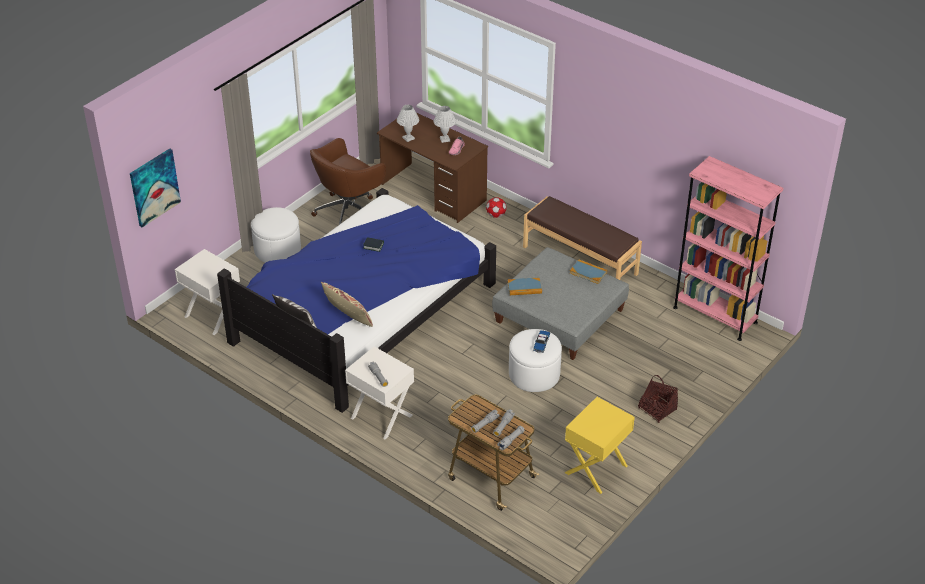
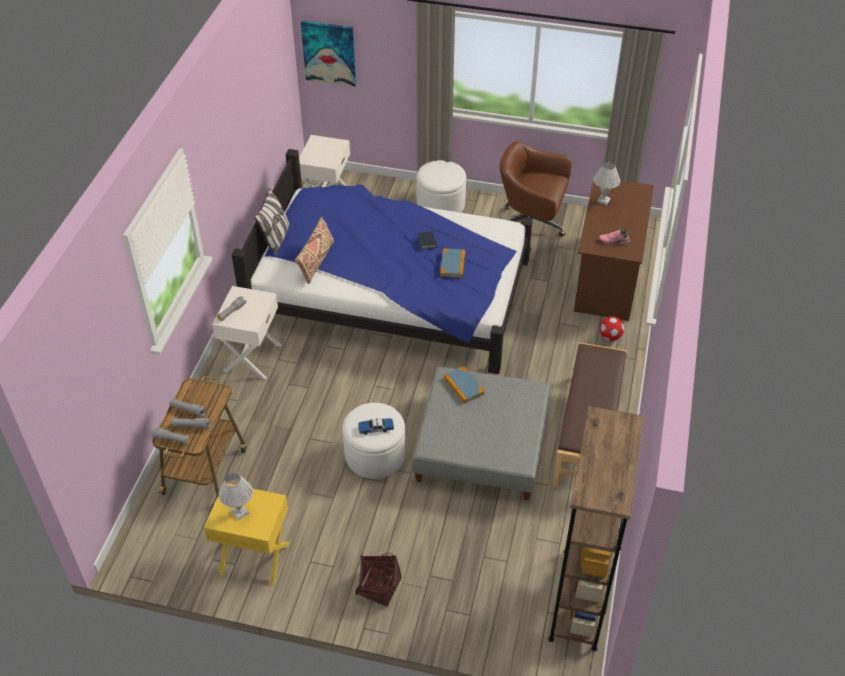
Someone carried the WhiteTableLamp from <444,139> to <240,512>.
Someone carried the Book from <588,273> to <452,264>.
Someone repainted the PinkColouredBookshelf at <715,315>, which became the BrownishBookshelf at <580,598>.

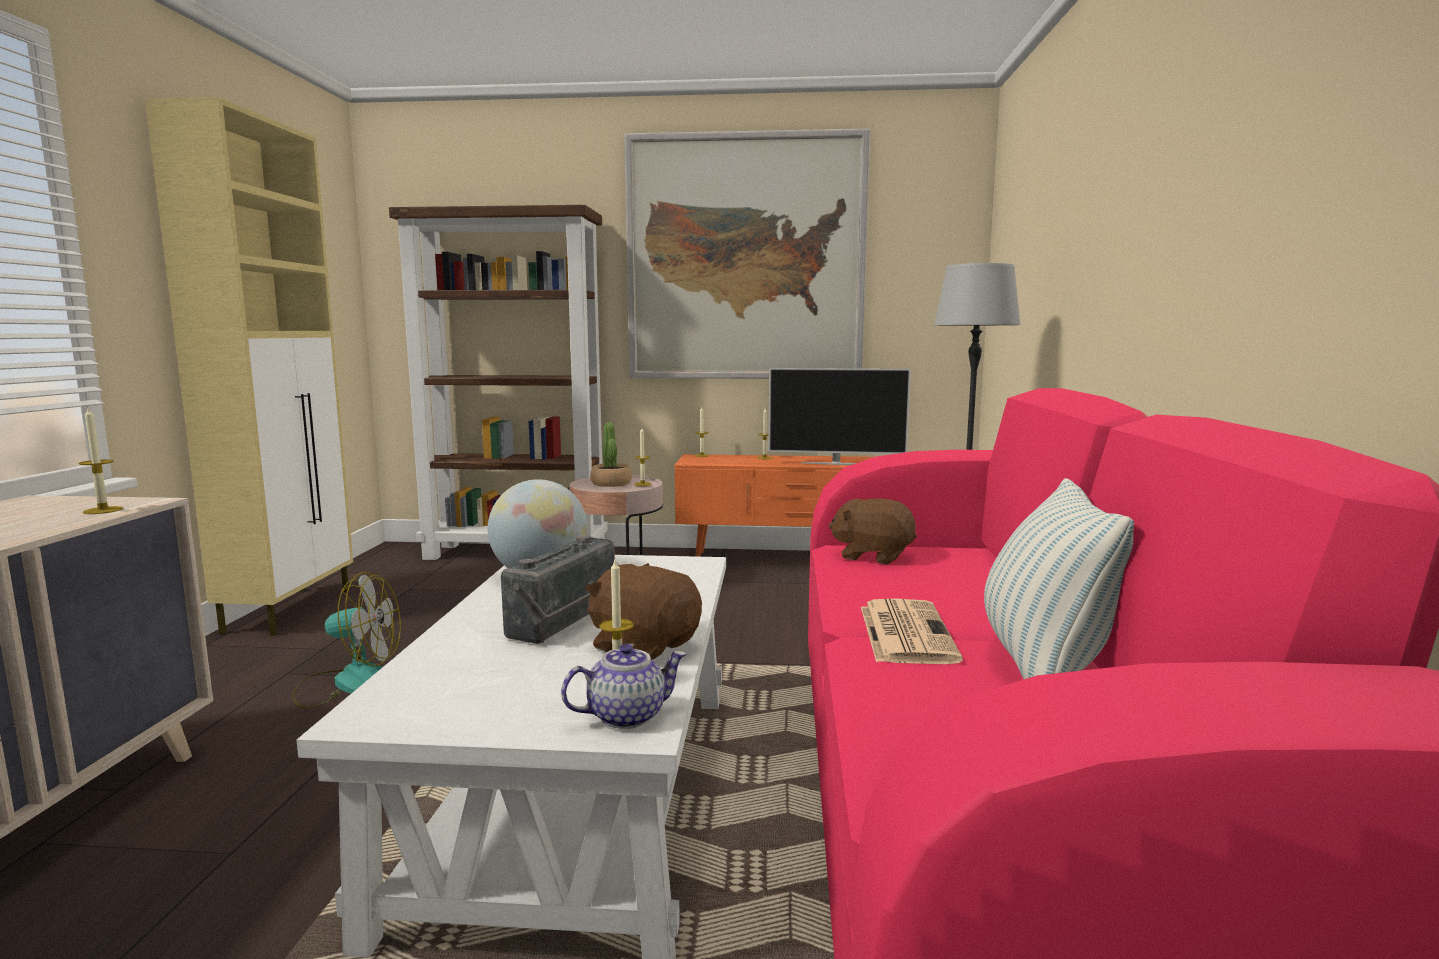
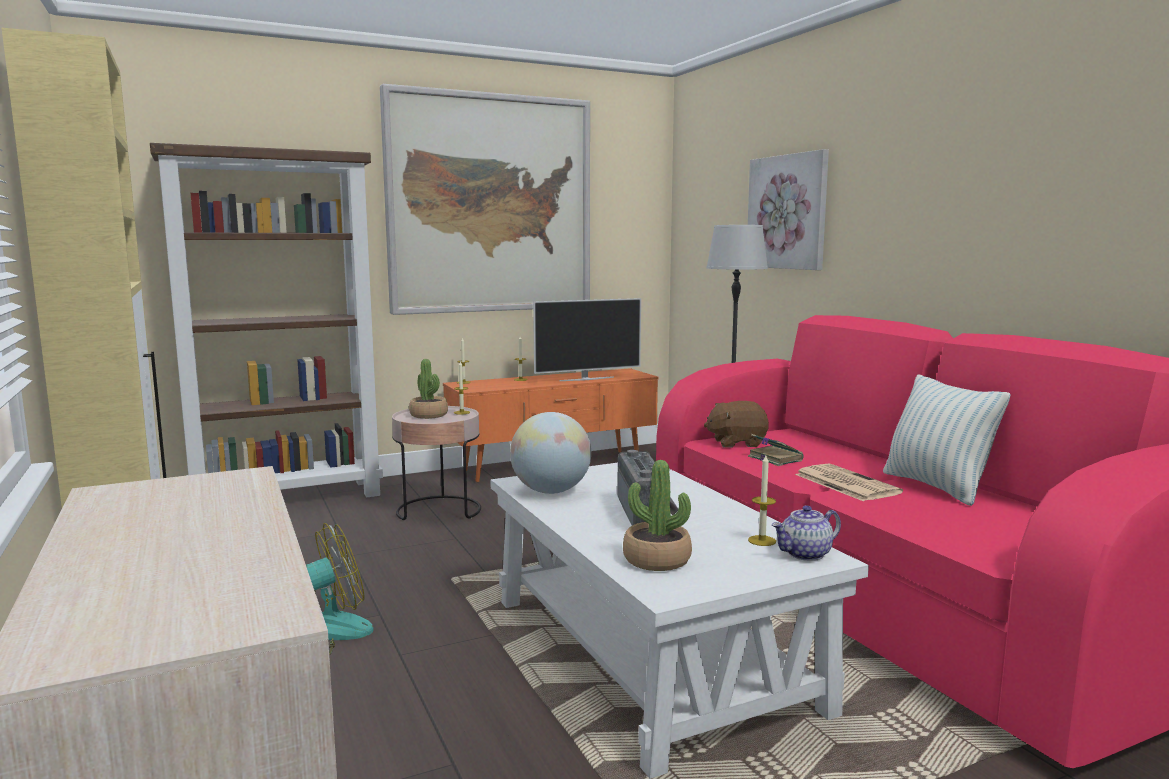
Someone put down the PlantInAPot at <656,560>.
Someone put up the WallArt at <788,212>.
Someone put down the Book at <774,458>.
Someone rotated the TeaPot at <627,715> by 150 degrees counterclockwise.
Someone took away the WaxLight at <103,510>.
Someone took away the BrownishPlushToy at <644,646>.

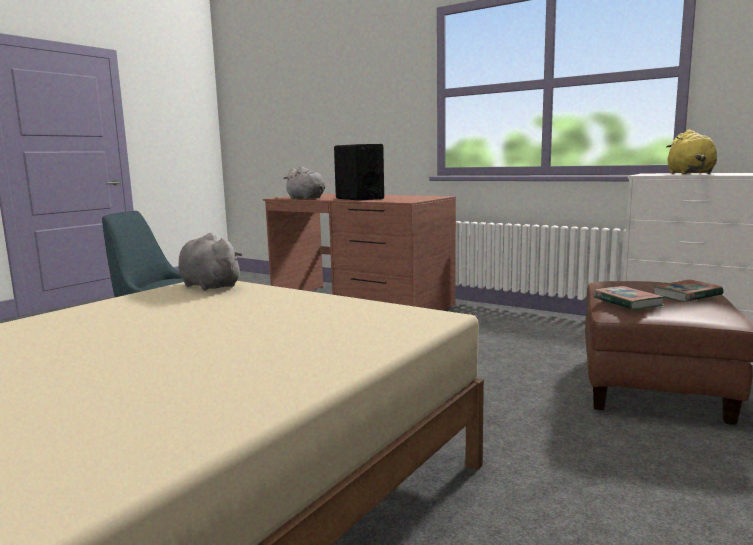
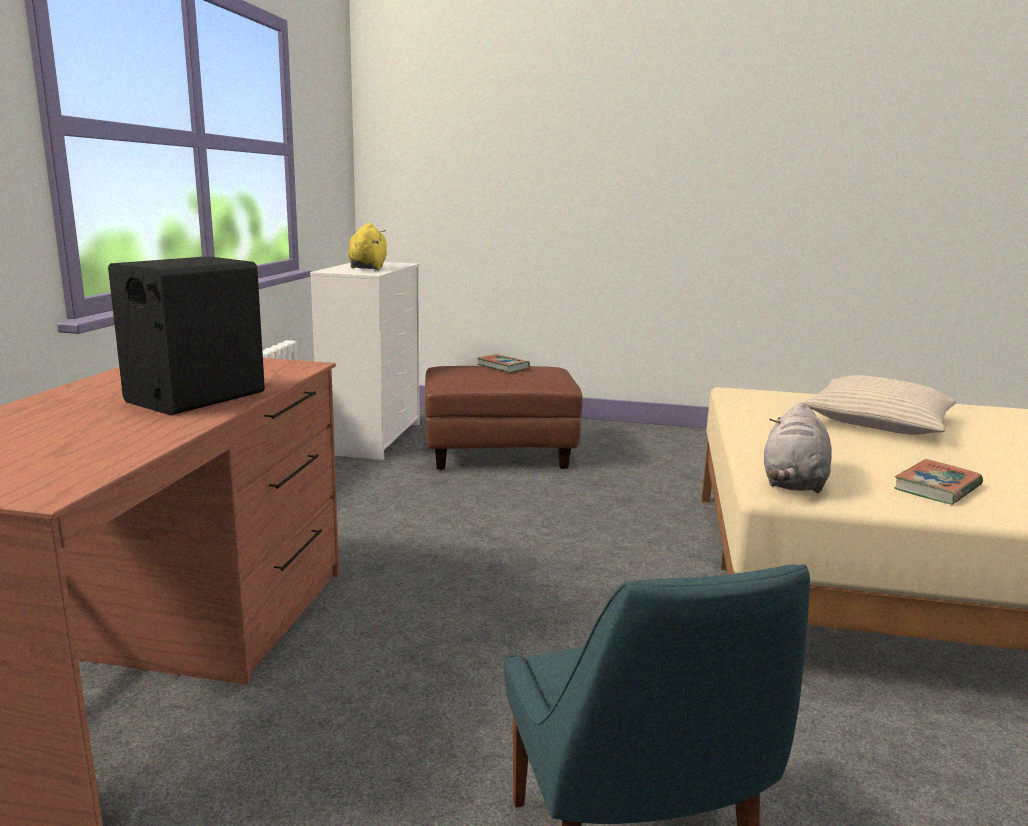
Someone rotated the YellowishPlushToy at <690,174> by 75 degrees counterclockwise.
Someone put down the BeigeColouredPillow at <878,422>.
Someone carried the Book from <627,302> to <937,488>.
Someone took away the GreyPlushToy at <307,198>.

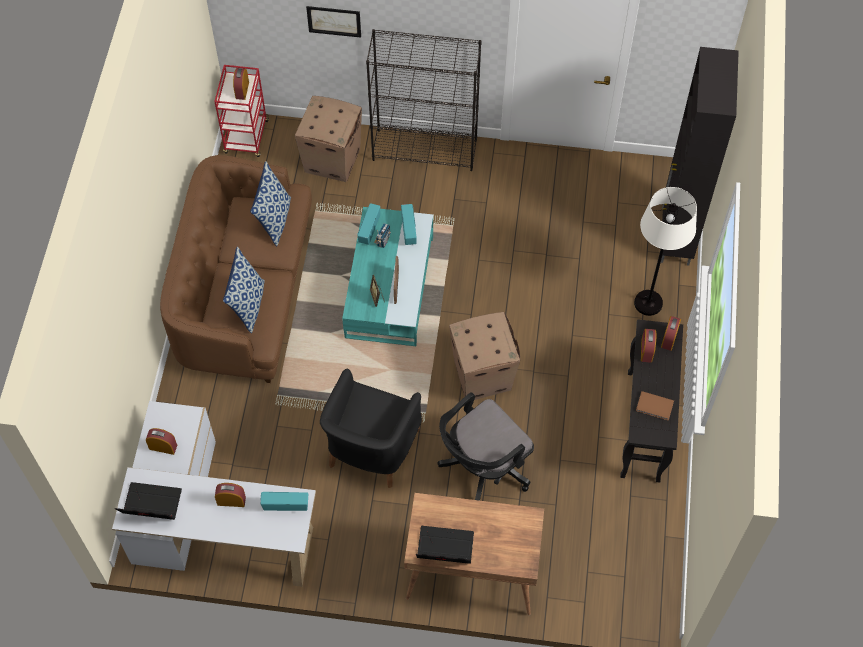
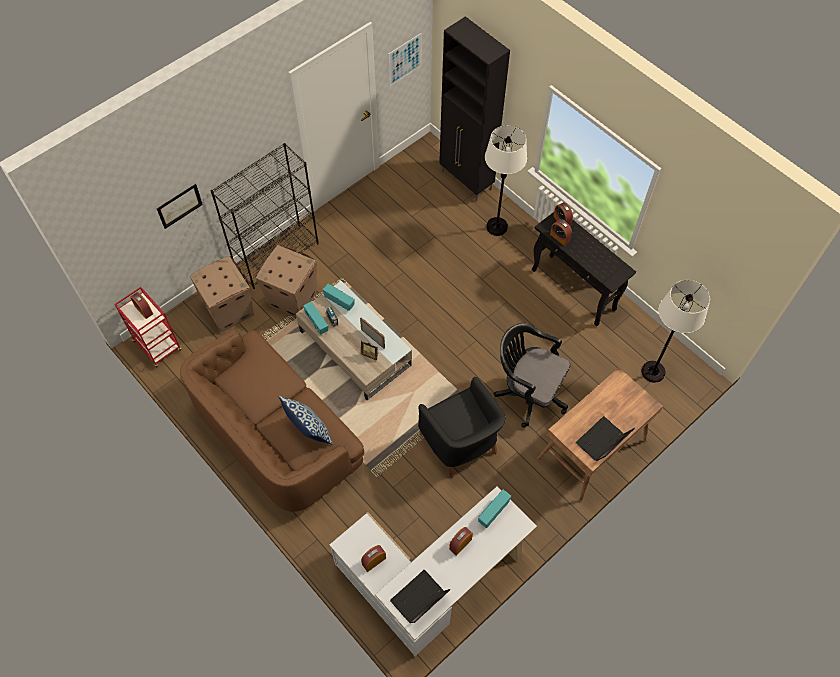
Someone carried the Carton from <482,375> to <292,298>.
Someone repainted the BlueGreenLowTable at <389,287>, which became the BeigeColouredLowTable at <355,348>.
Someone put up the WallArt at <405,59>.
Someone rotated the BlackishComputerChair at <482,468> by 120 degrees clockwise.
Someone put down the WhiteStandingLamp at <653,372>.
Someone took away the Pillow at <274,220>.
Someone took away the BrownishBook at <655,407>.

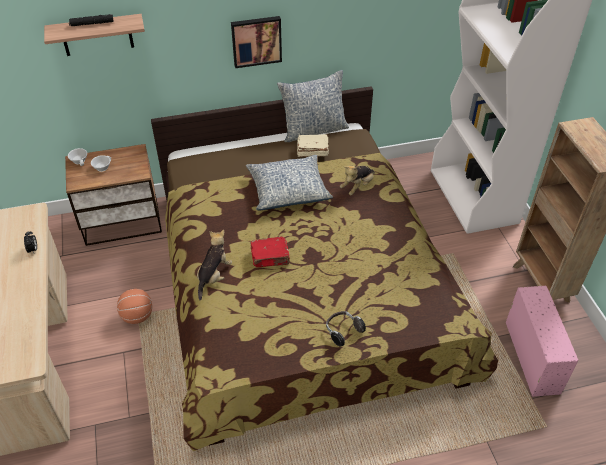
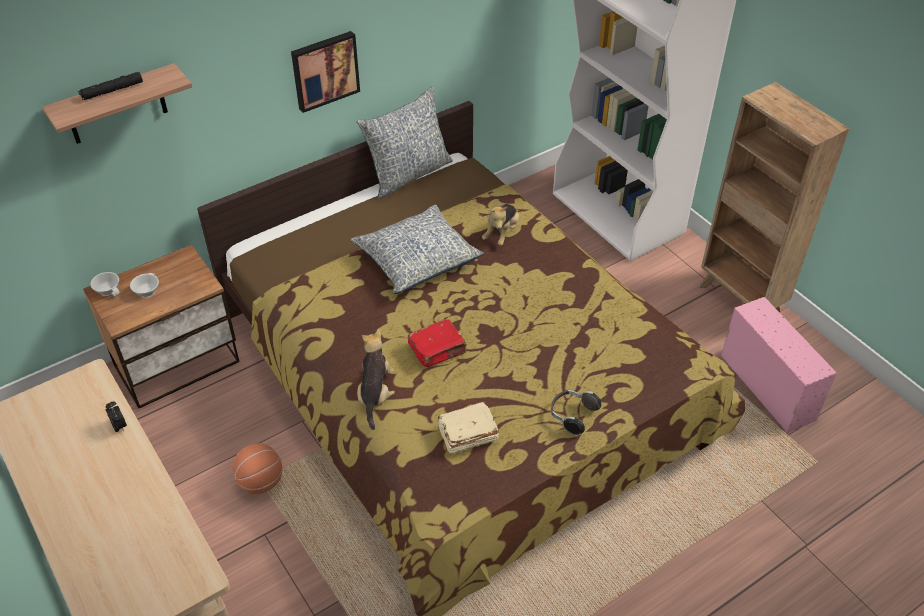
Someone carried the BeigeColouredBook from <312,150> to <467,434>.

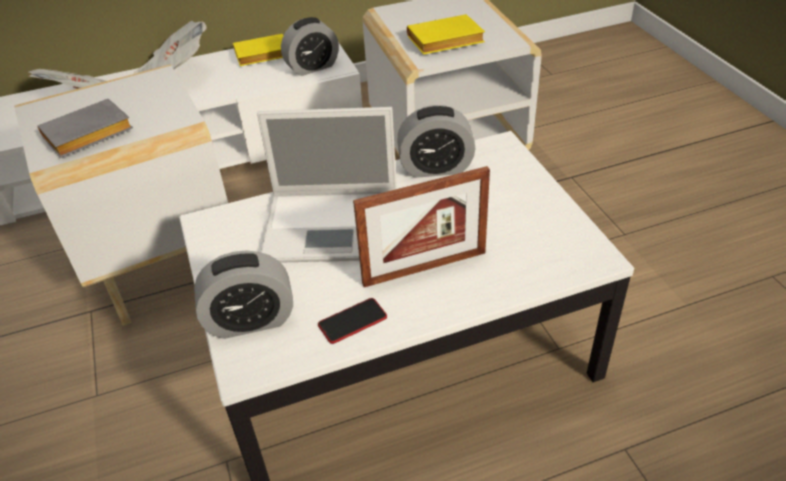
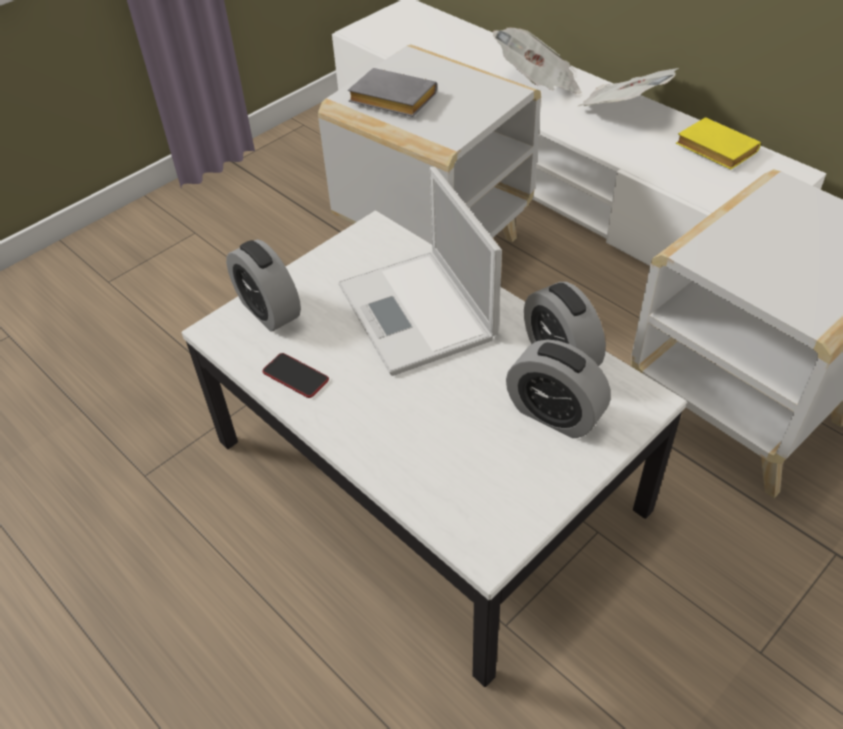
Someone carried the BedsideClock from <312,67> to <554,414>.
Someone took away the PhotoFrame at <424,268>.
Someone took away the YellowishBook at <444,42>.

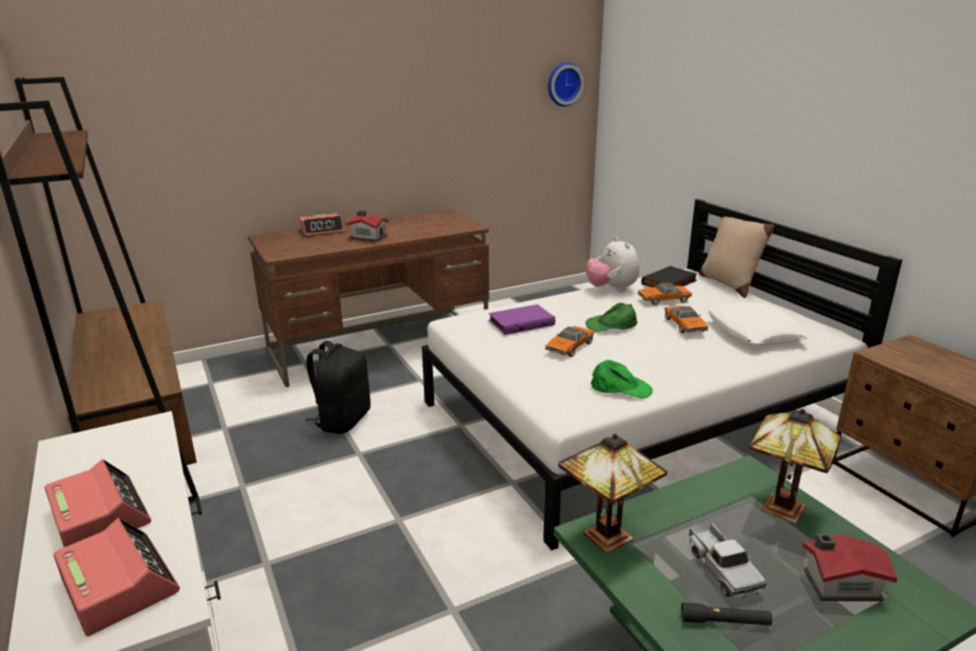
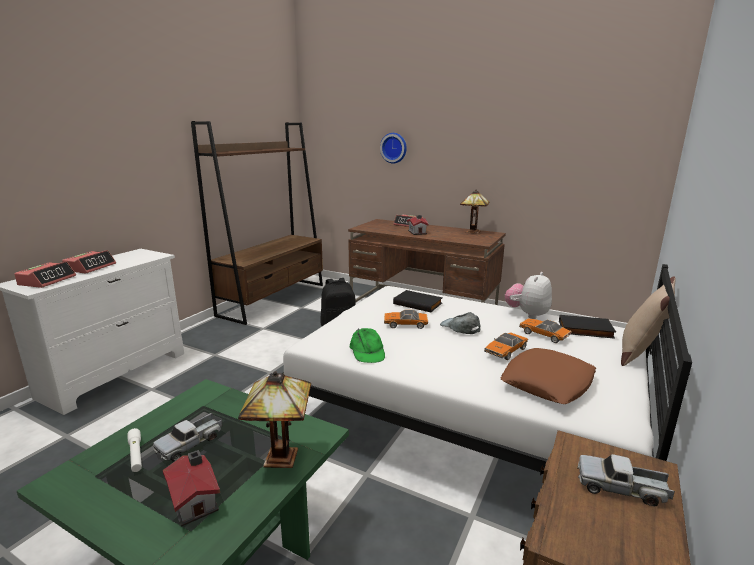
Someone repainted the BlackishHandTorch at <725,621>, which became the WhiteHandTorch at <136,454>.
Someone carried the ClockOnTheWall from <563,84> to <394,148>.
Someone repainted the PurpleColouredBook at <521,322>, which became the BlackishBook at <418,303>.
Someone repainted the GreenishBaseballCap at <611,325>, which became the GreyBaseballCap at <460,327>.
Someone carried the TableLamp from <607,539> to <471,232>.
Someone repainted the WhitePillow at <755,332>, which became the BrownishPillow at <547,382>.
Someone put down the ToyLorry at <621,488>.

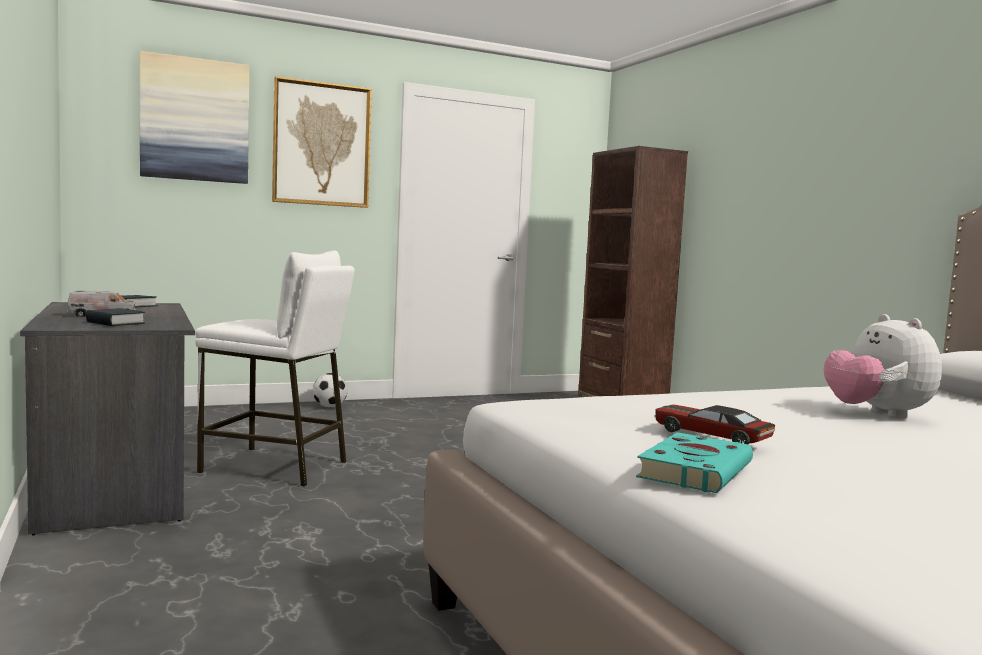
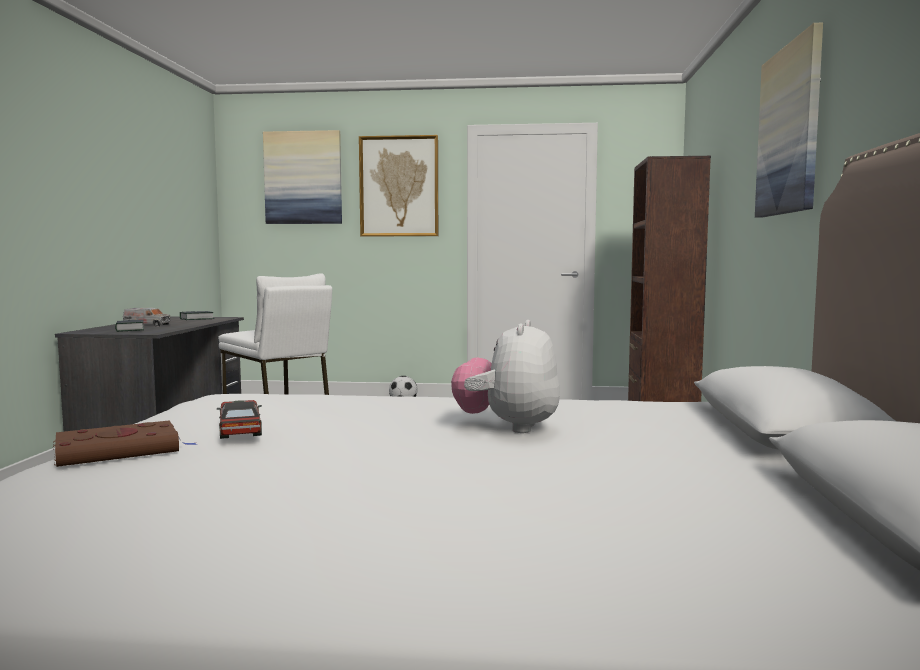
Someone repainted the BlueGreenBook at <696,470>, which became the BrownishBook at <122,451>.
Someone put up the WallArt at <790,130>.

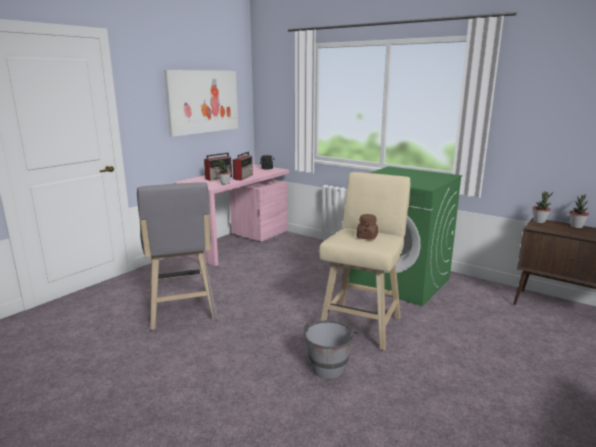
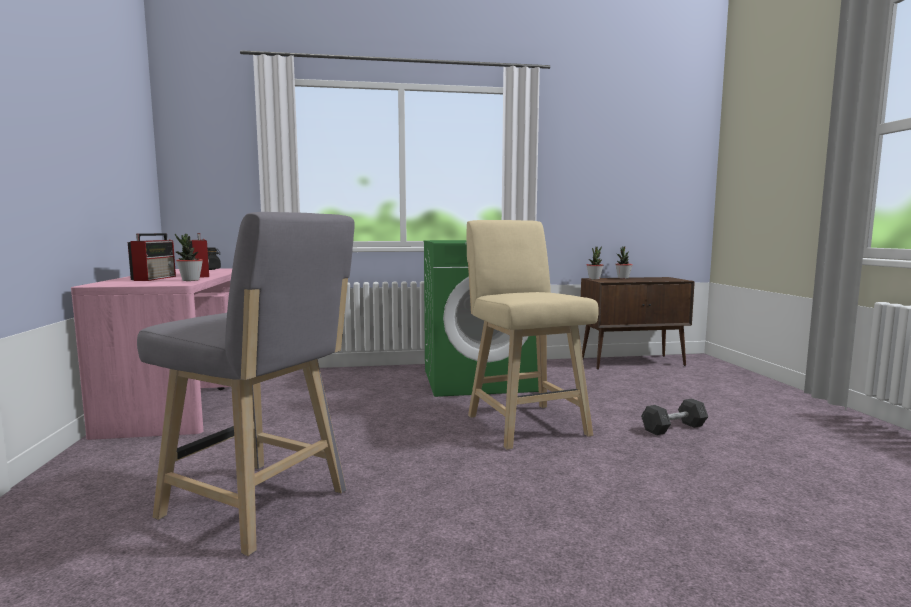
Someone put down the GreyDumbbell at <673,428>.
Someone took away the WallArt at <203,101>.
Someone took away the GreyBucket at <329,364>.
Someone took away the BrownishJar at <367,237>.

